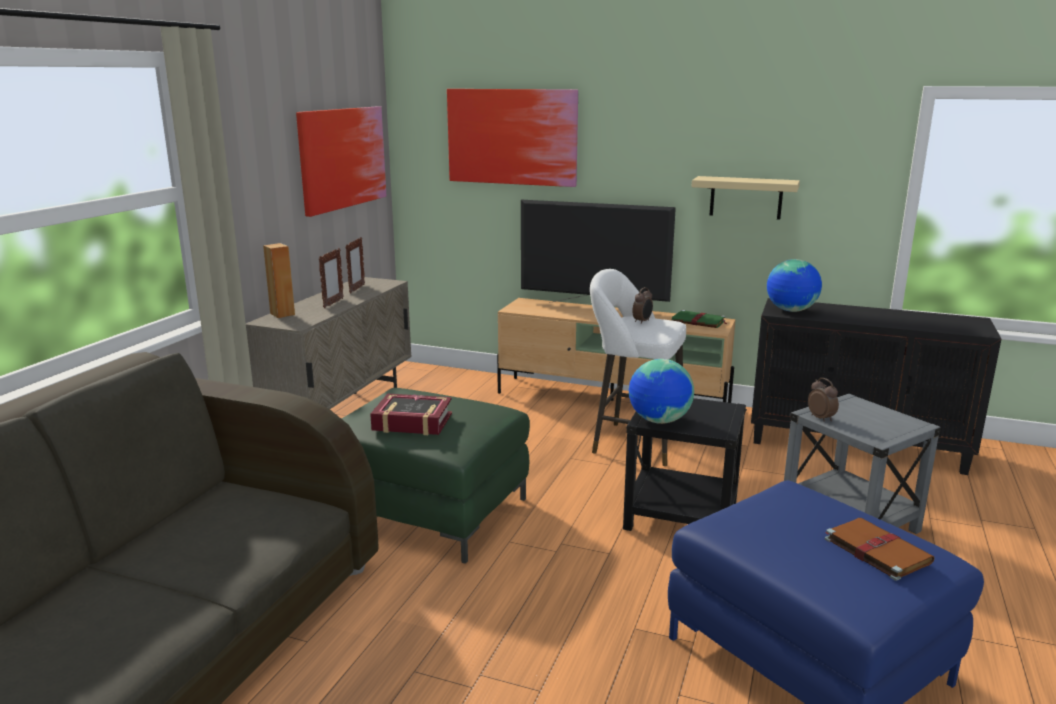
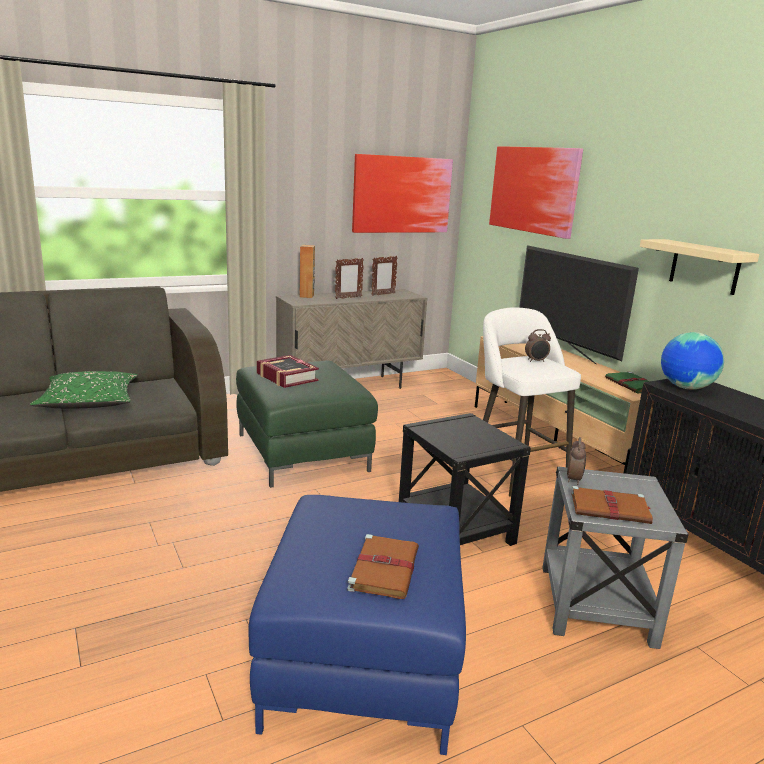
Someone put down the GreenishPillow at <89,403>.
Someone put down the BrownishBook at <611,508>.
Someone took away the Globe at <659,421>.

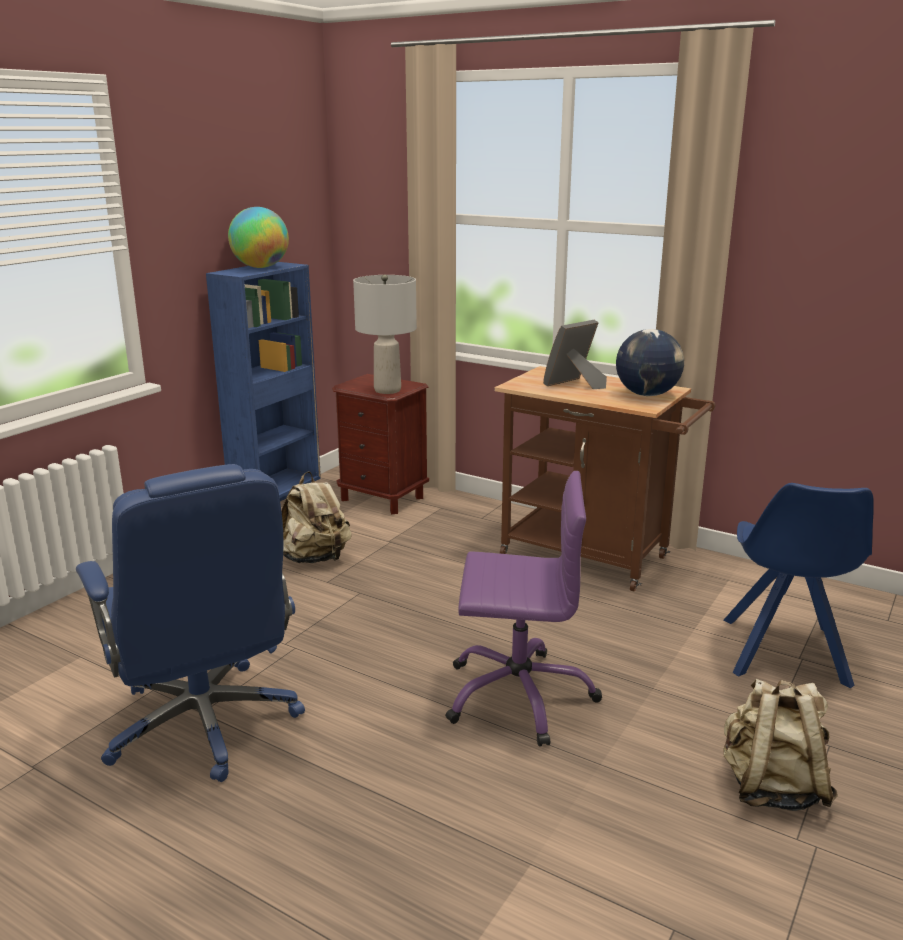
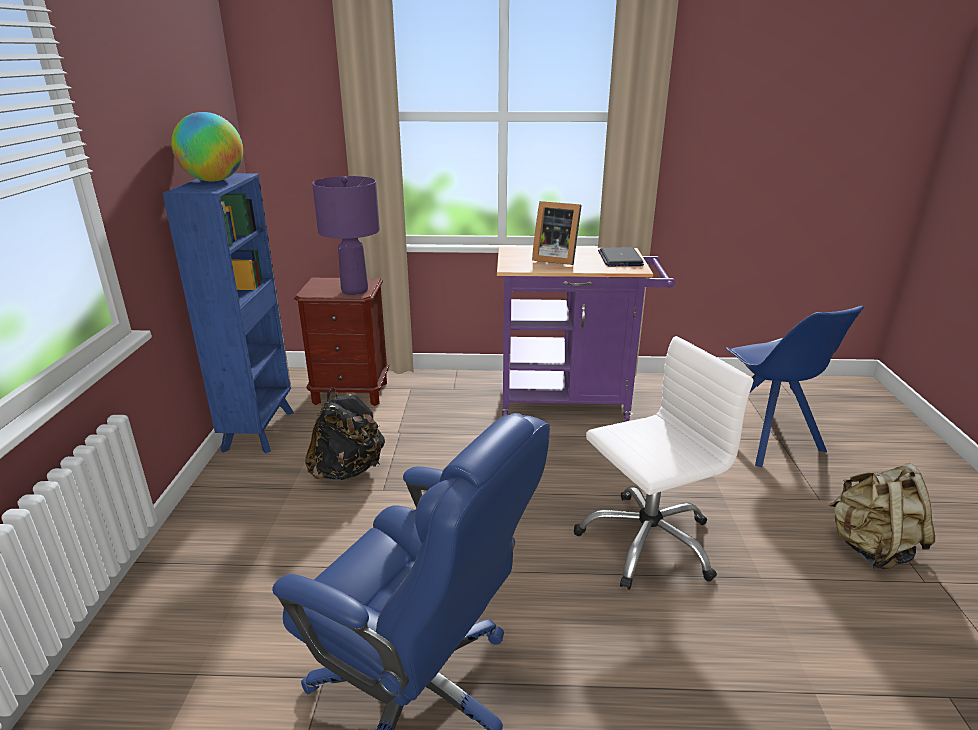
Someone repainted the BeigeColouredKnapsack at <315,559>, which became the BlackishKnapsack at <348,470>.
Someone repainted the GreyTableLamp at <387,390>, which became the PurpleColouredTableLamp at <354,291>.
Someone repainted the BrownishWheeledCart at <594,558>, which became the PurpleColouredWheeledCart at <572,401>.
Someone rotated the PhotoFrame at <574,385> by 90 degrees counterclockwise.
Someone repainted the PurpleColouredComputerChair at <518,695>, which became the WhiteComputerChair at <647,541>.
Someone swapped the Globe at <647,395> for the Laptop at <620,258>.

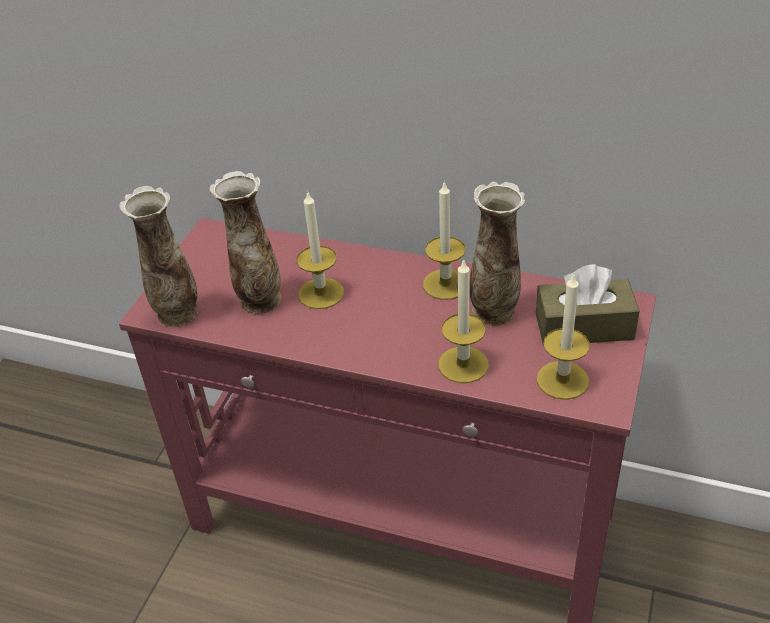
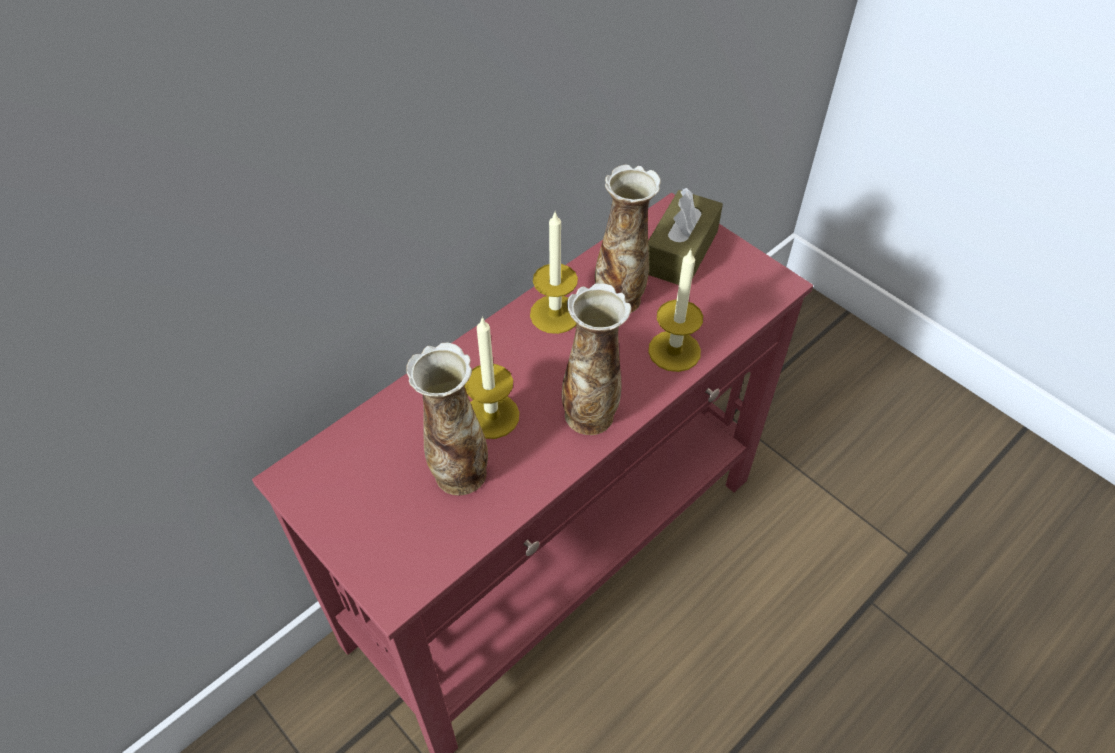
Someone carried the DecorativeVase from <177,314> to <590,416>.
Someone took away the WaxLight at <562,380>.

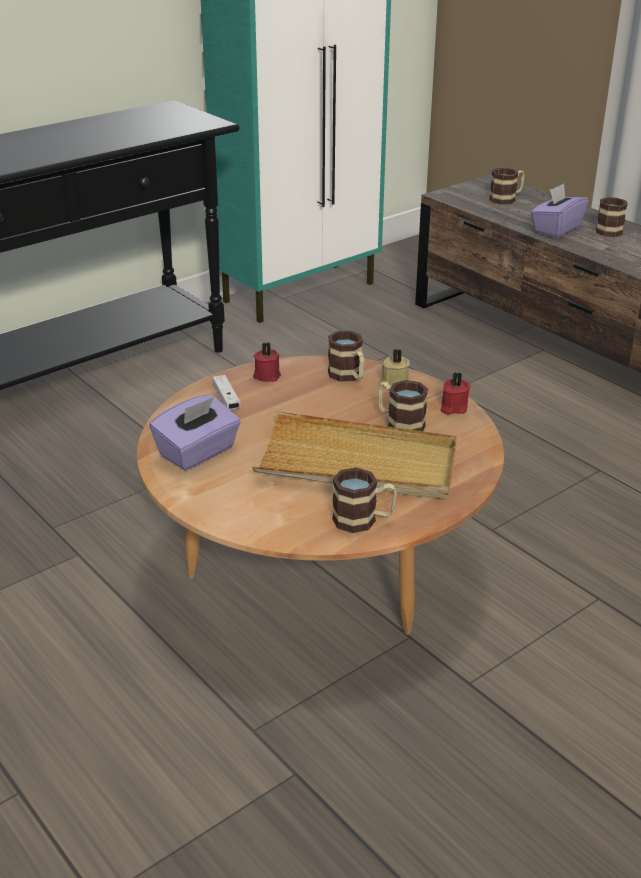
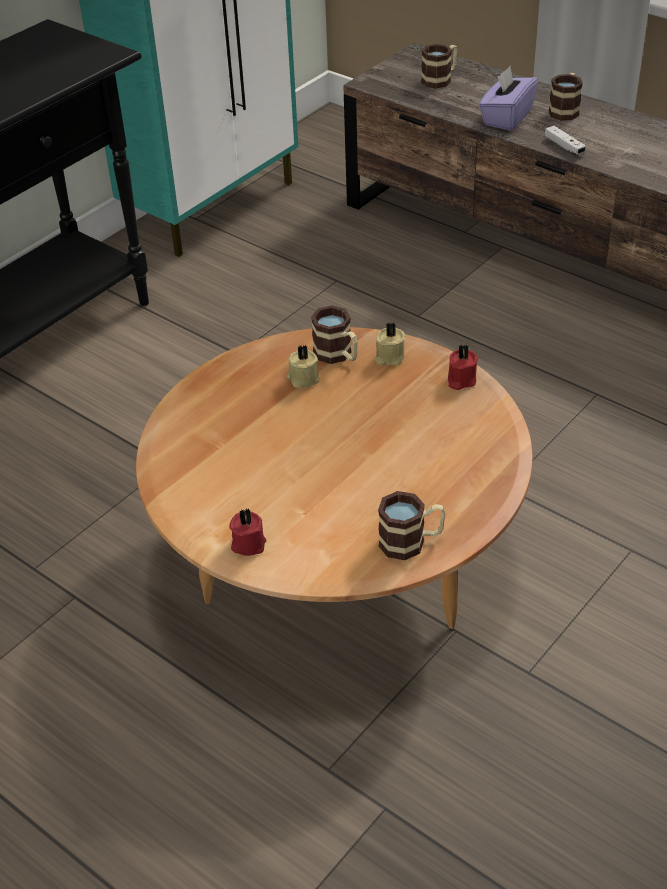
Someone carried the RedColouredWaxLight from <267,375> to <248,543>.
Someone put down the BeigeColouredWaxLight at <303,379>.
Someone carried the WhiteGameController from <226,399> to <564,146>.
Someone took away the PurpleColouredTissueBox at <198,452>.
Someone took away the BeigeColouredCarryingTray at <358,463>.
Someone took away the TeaMug at <399,423>.

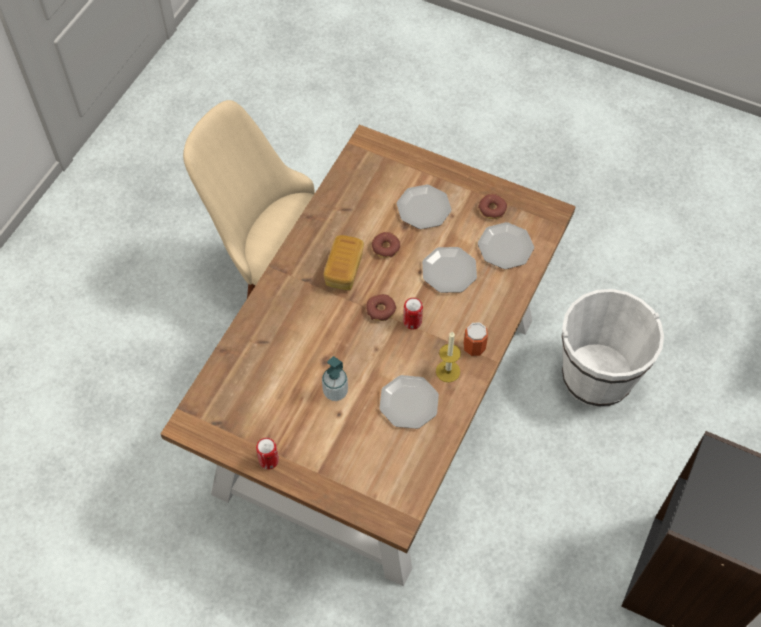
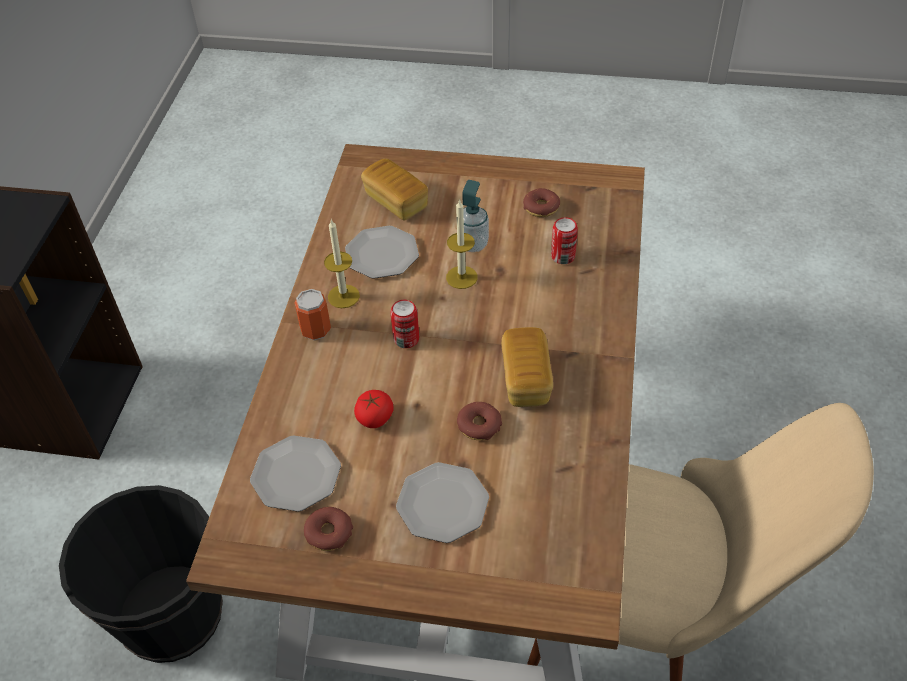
Someone repainted the WhiteBucket at <597,376>, which became the BlackishBucket at <172,614>.
Someone swapped the FlatDish at <449,270> for the FreshTomato at <374,417>.
Someone put down the BakeryBread at <396,201>.
Someone put down the WaxLight at <461,277>.
Someone carried the RingDoughnut from <381,310> to <541,208>.
Someone carried the MetalCan from <269,460> to <563,256>.

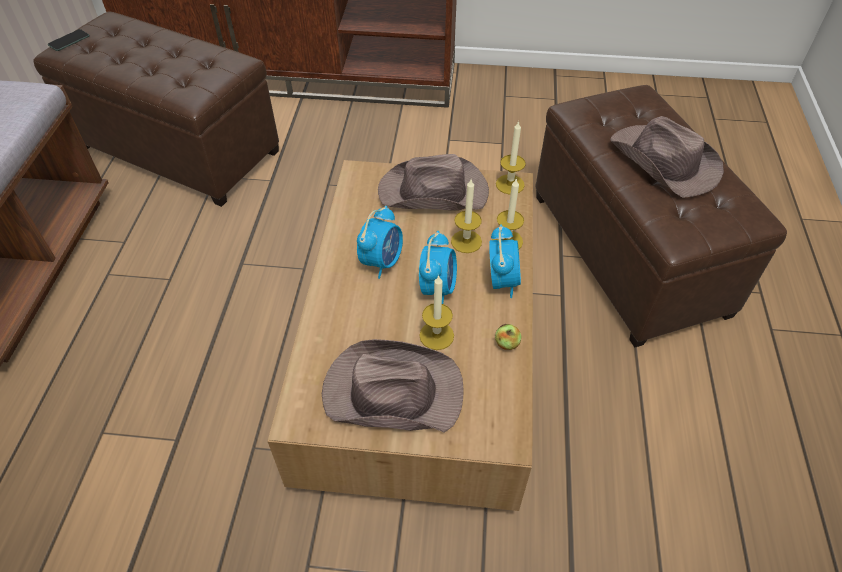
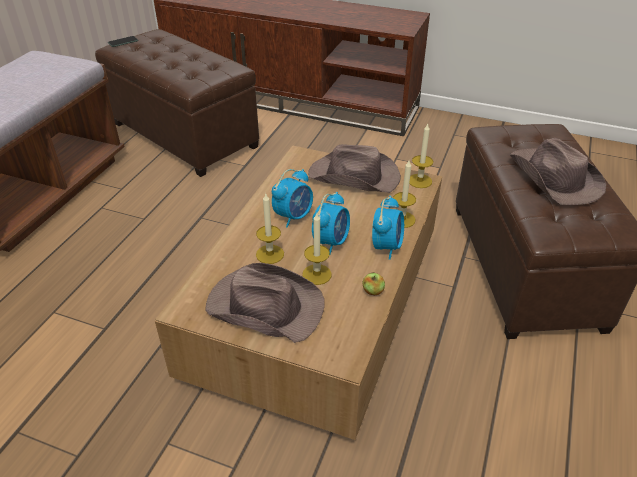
Someone carried the WaxLight from <466,241> to <270,254>.

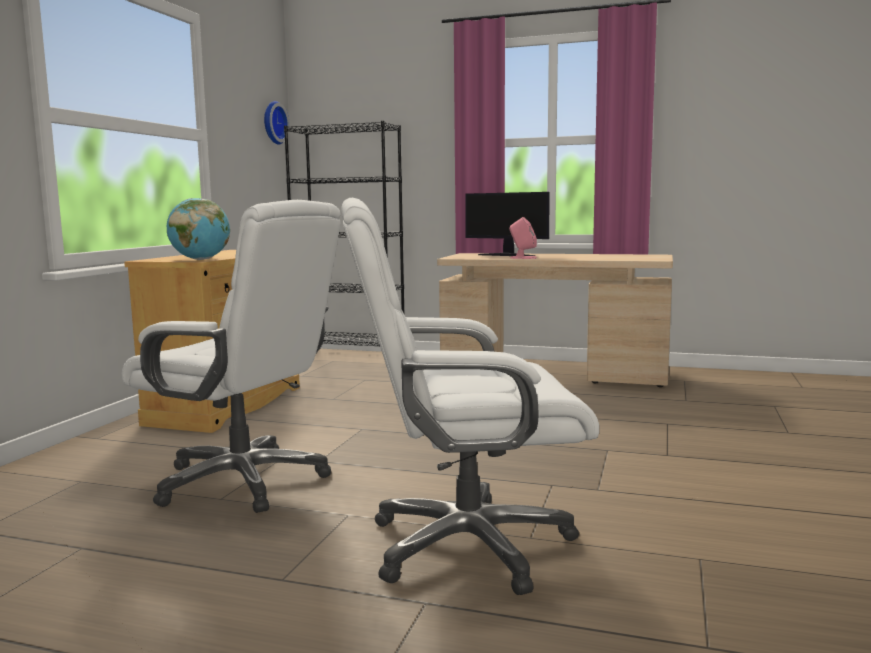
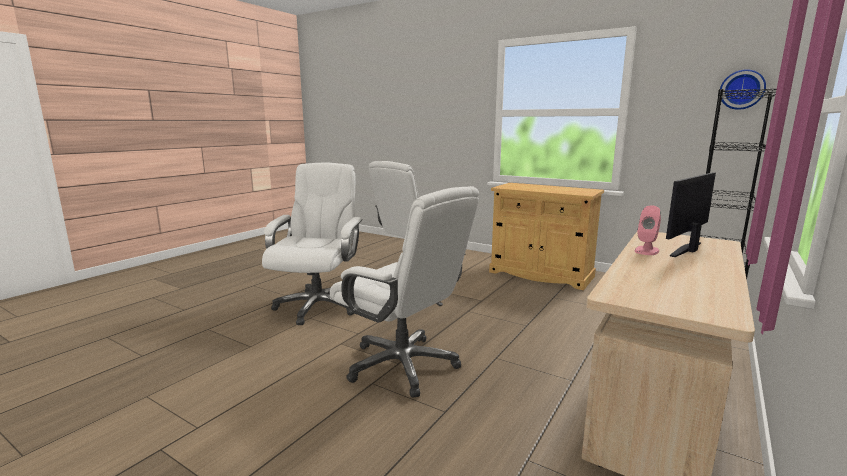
Someone put down the WhiteComputerChair at <403,365>.
Someone took away the Globe at <200,259>.

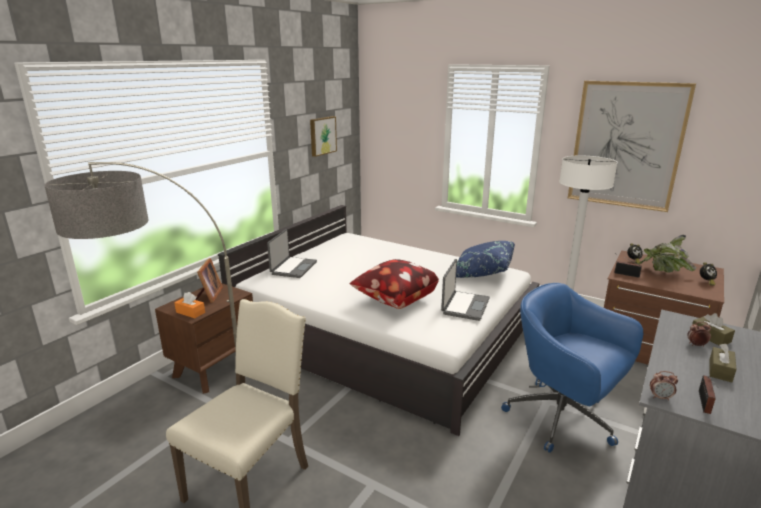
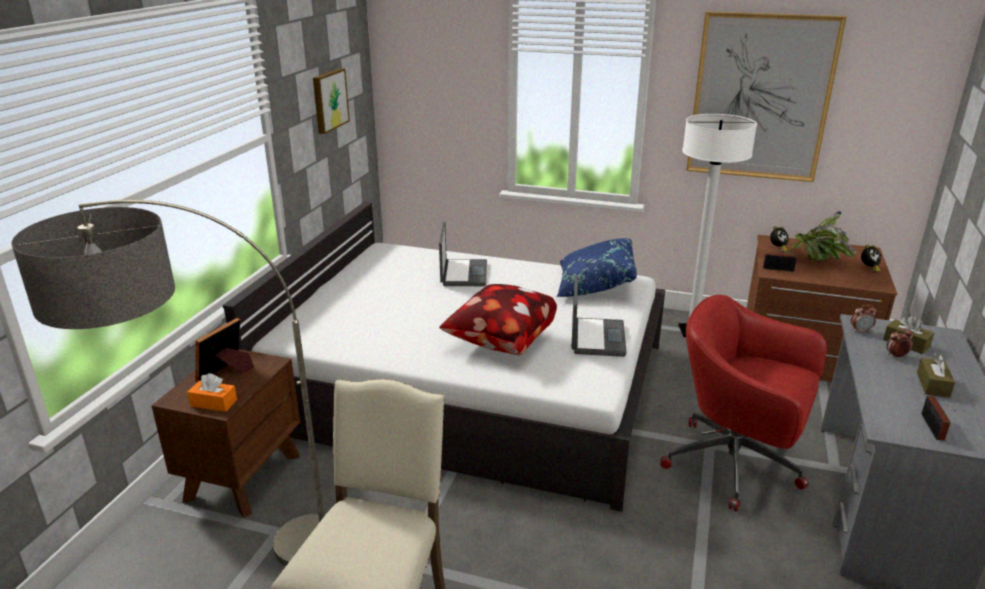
Someone rotated the PhotoFrame at <209,296> by 135 degrees counterclockwise.
Someone carried the Laptop from <293,268> to <463,274>.
Someone repainted the BlueColouredComputerChair at <563,419>, which became the RedColouredComputerChair at <736,465>.
Someone carried the BedsideClock from <660,397> to <860,331>.

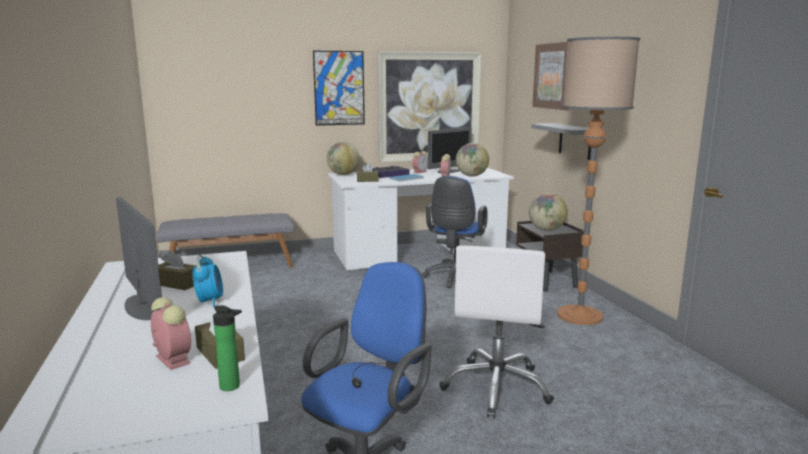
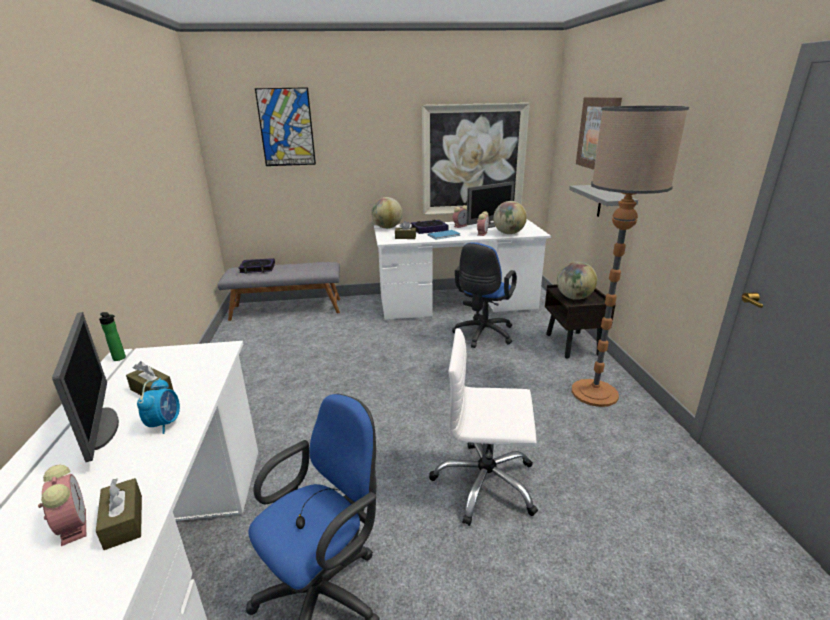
Someone carried the BeverageBottle from <232,387> to <120,358>.
Someone put down the Book at <257,268>.
Someone carried the WallArt from <339,88> to <286,127>.
Someone rotated the WhiteComputerChair at <497,387> by 75 degrees clockwise.

